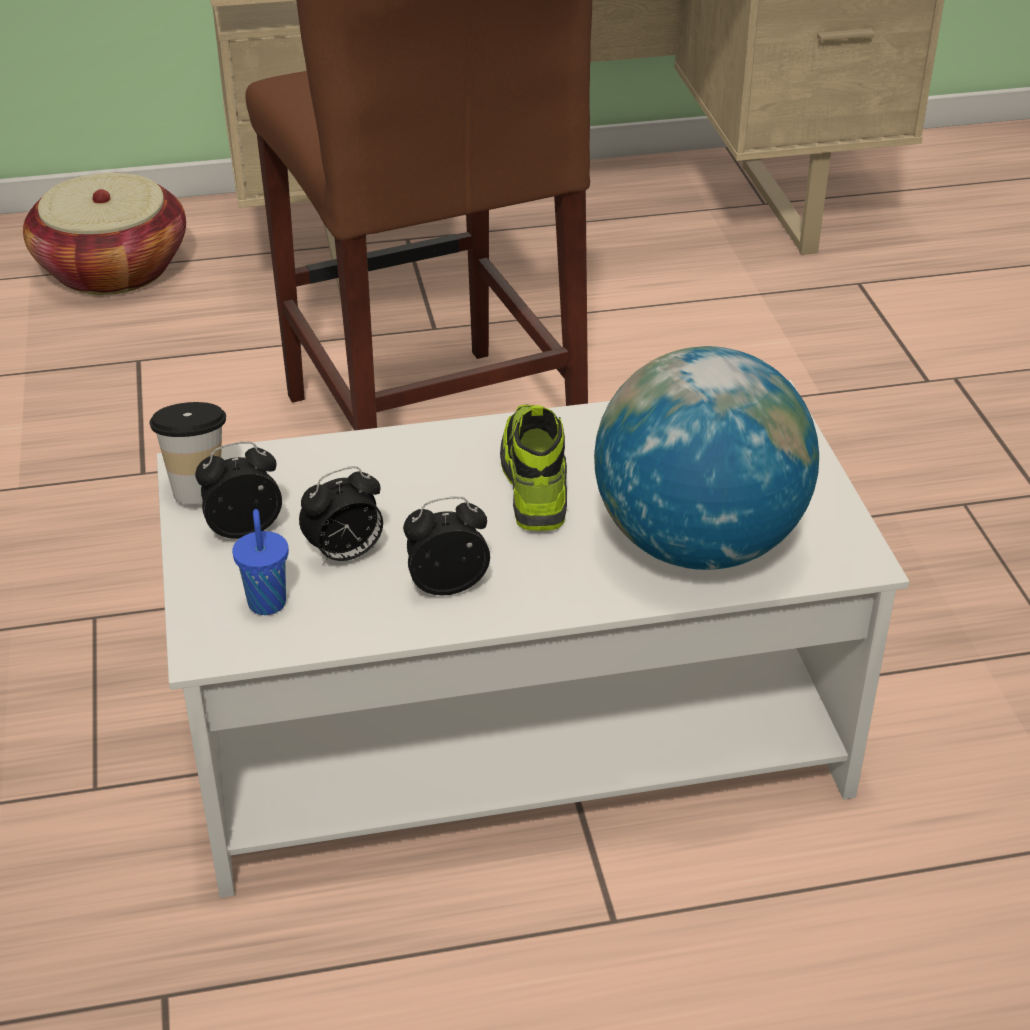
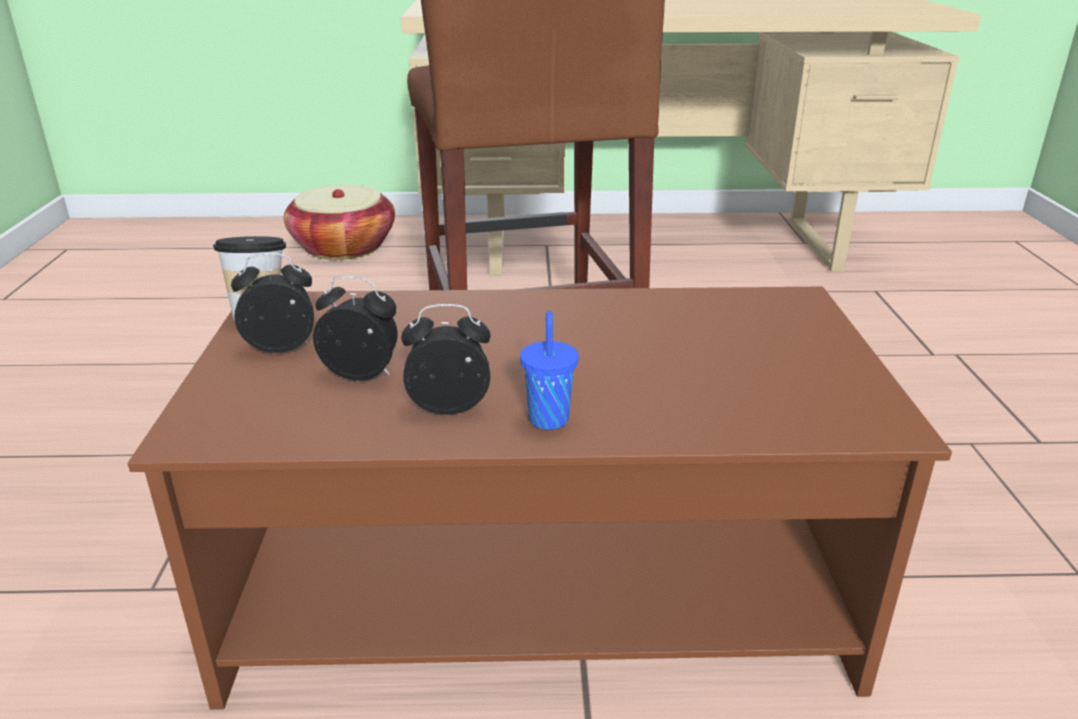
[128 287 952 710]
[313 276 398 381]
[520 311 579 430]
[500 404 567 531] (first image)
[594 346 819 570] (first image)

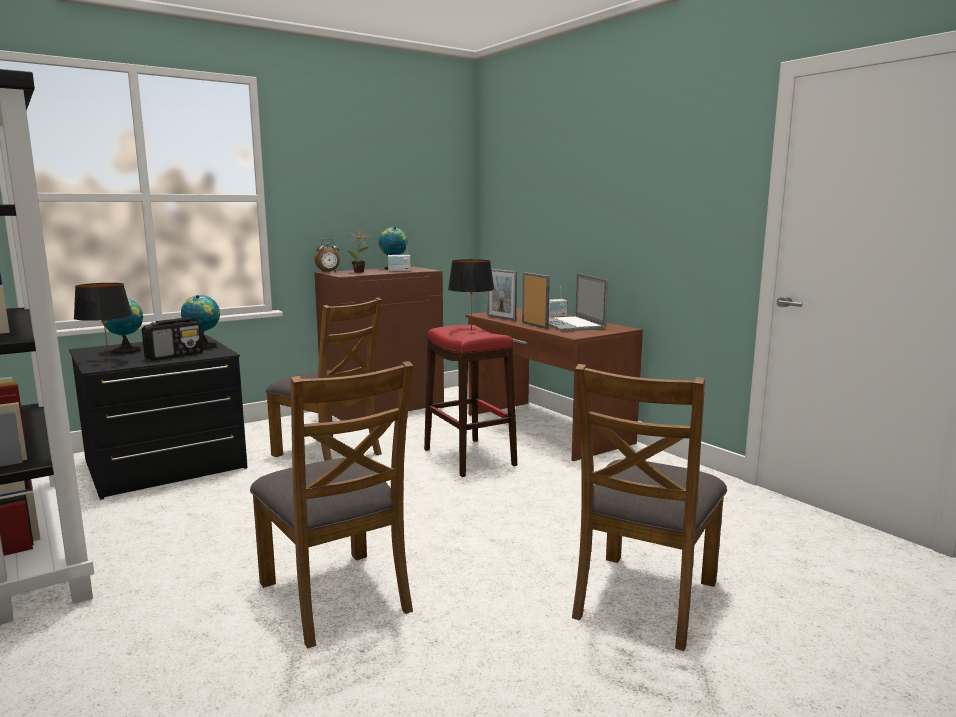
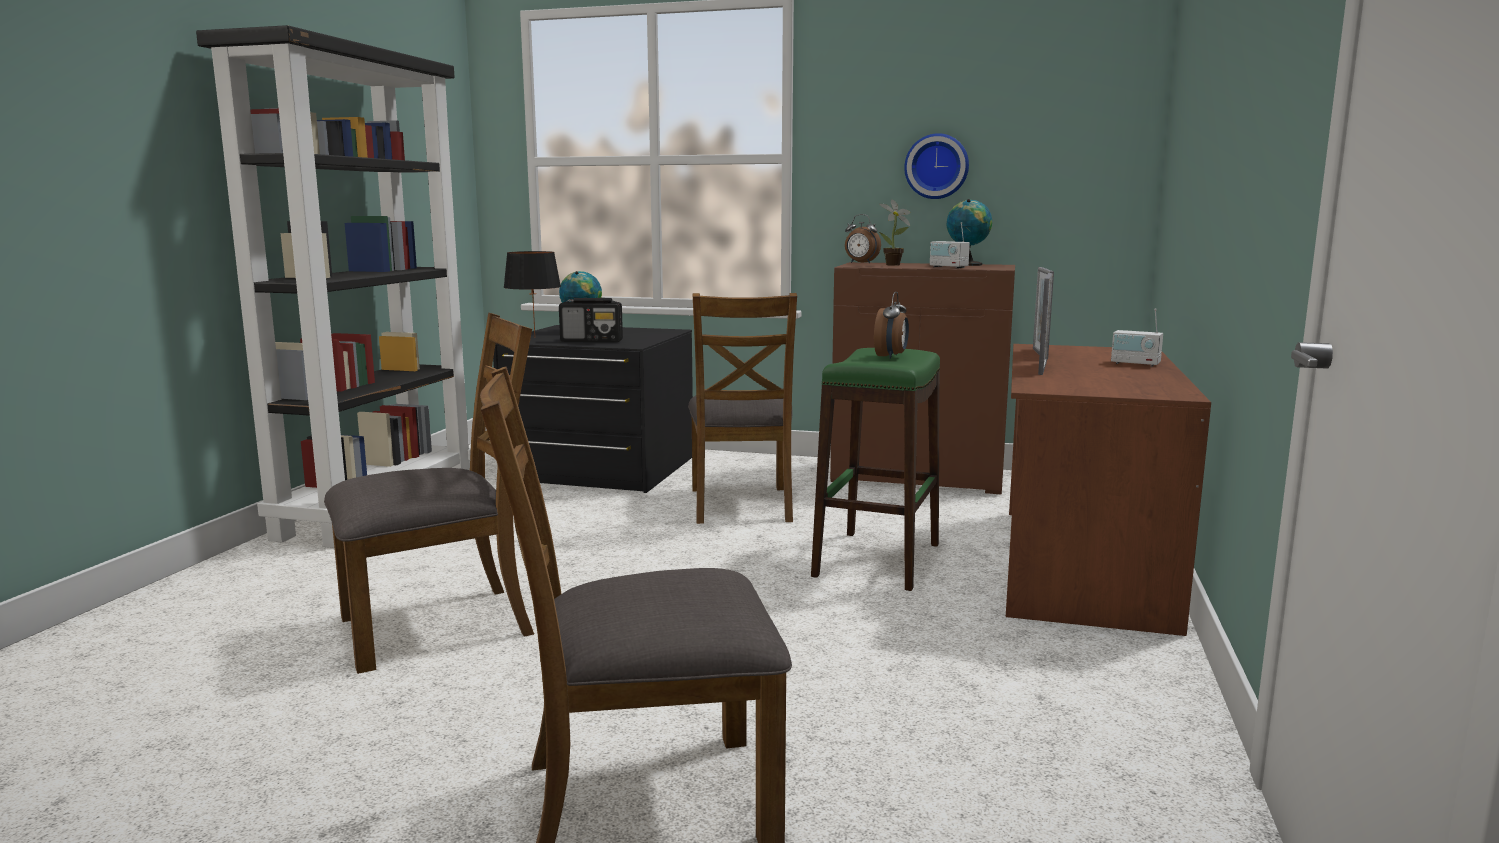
[324 313 534 674]
[811 348 940 591]
[874 292 909 359]
[904 133 969 199]
[181 295 220 349] (first image)
[549 273 608 332] (first image)

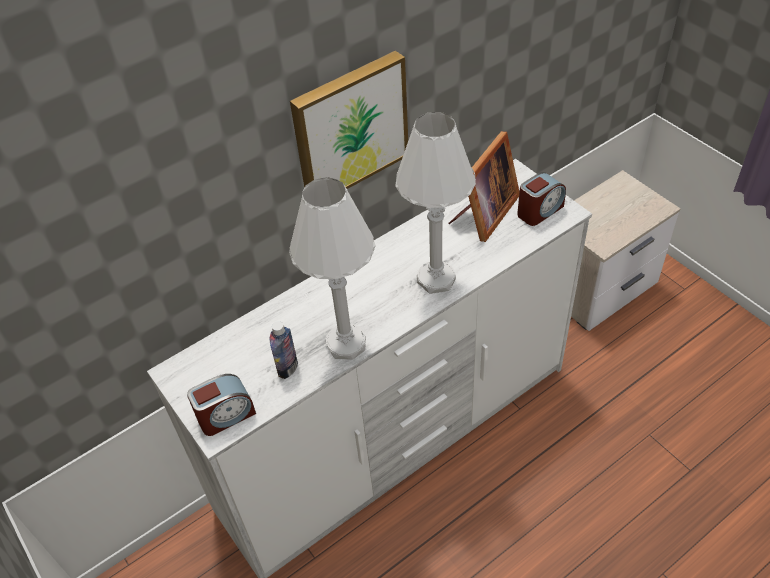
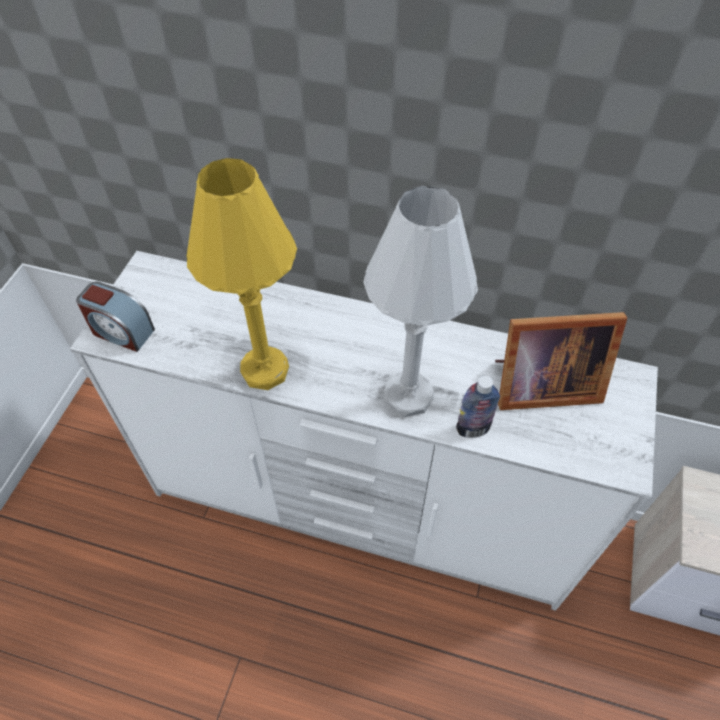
[187 158 297 390]
[456 376 500 438]
[290 51 408 189] (first image)
[517 172 566 226] (first image)

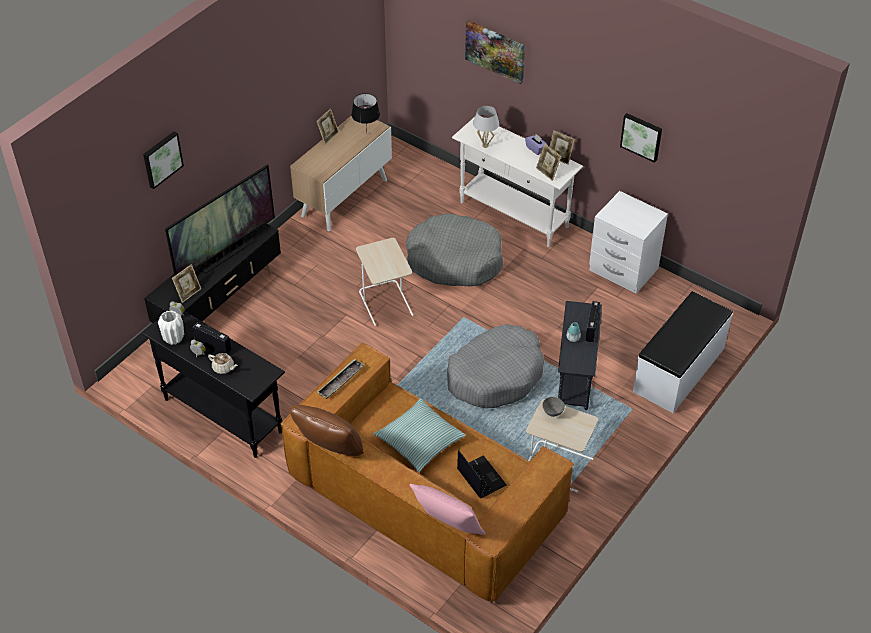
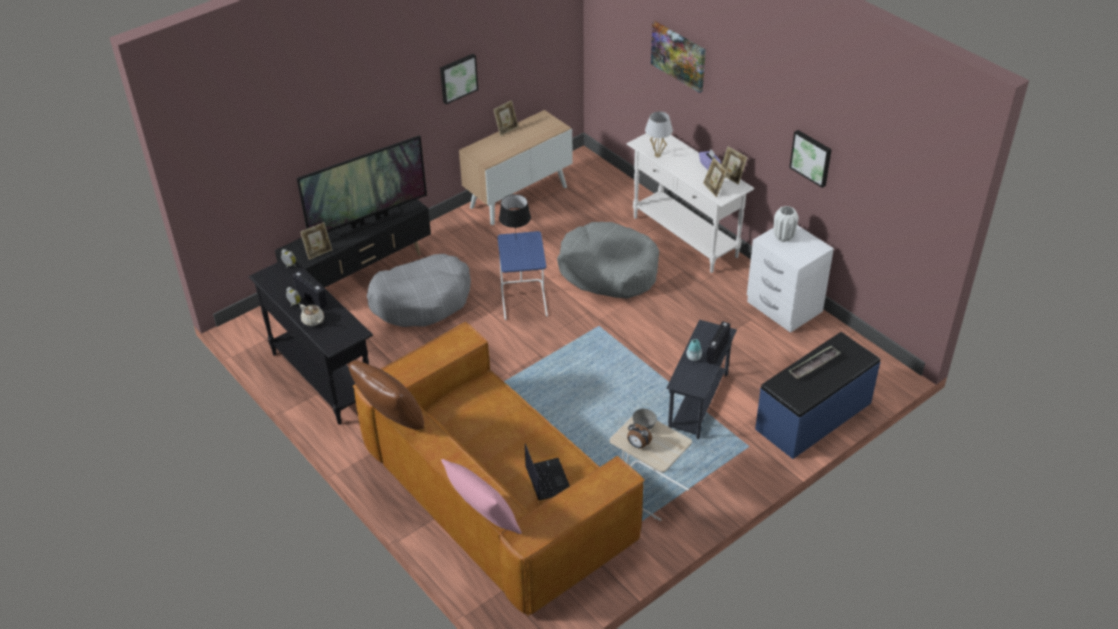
[367 254 471 327]
[440 54 478 104]
[497 231 548 320]
[499 194 531 232]
[627 423 652 449]
[755 332 881 459]
[774 206 799 242]
[789 346 841 380]
[374 398 466 472] (first image)

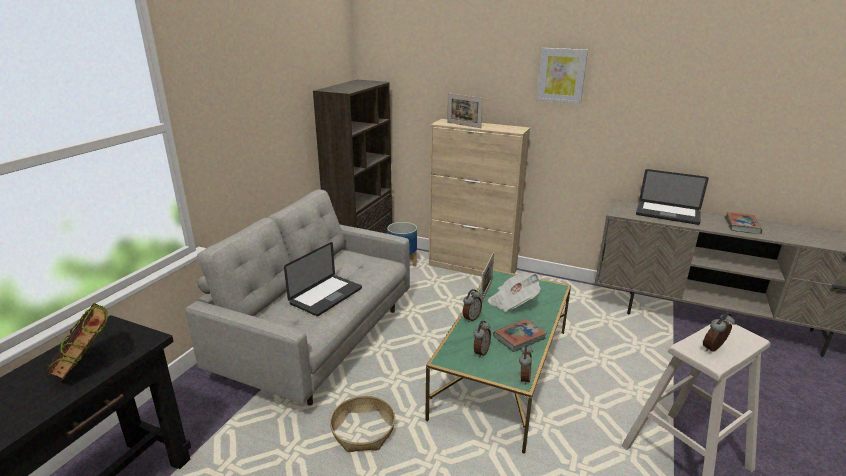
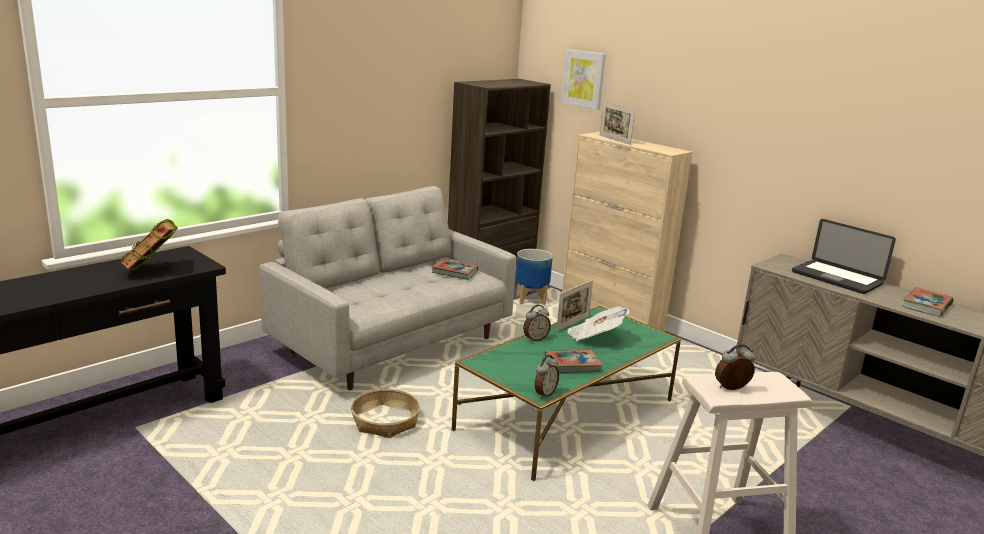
[432 259 478 280]
[561 49 606 110]
[284 242 362 316] (first image)
[474 321 491 358] (first image)

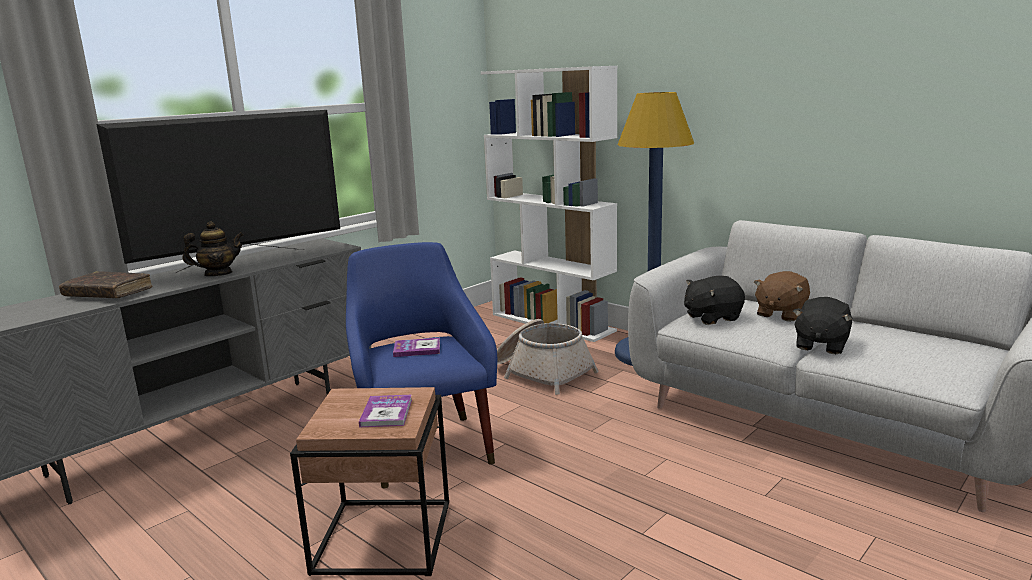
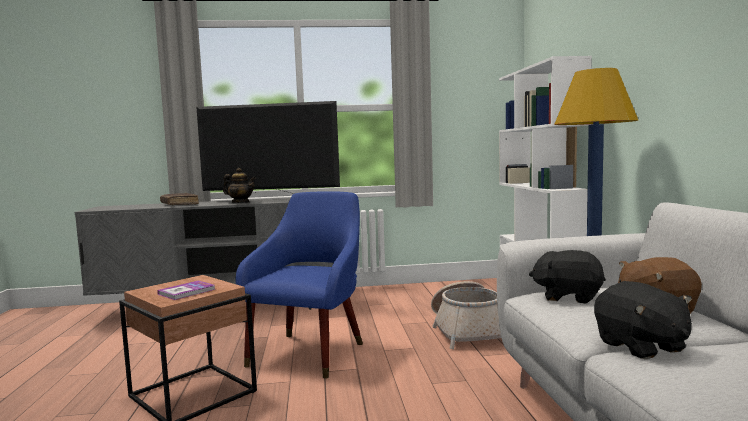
[594 281 692 359]
[393 338 440 357] (first image)

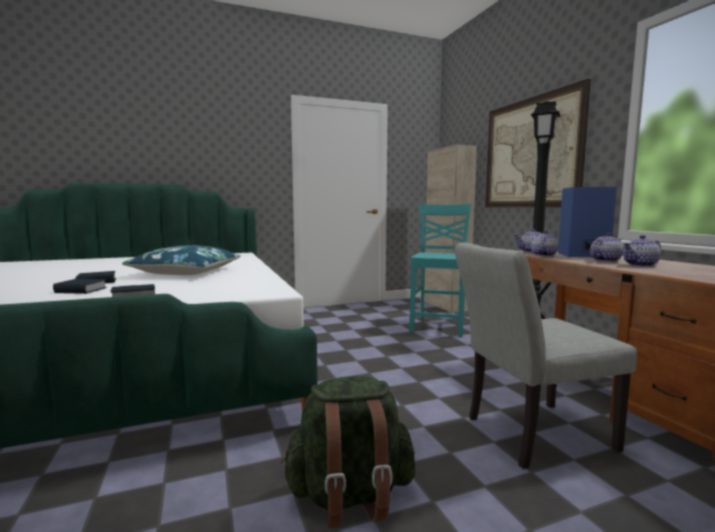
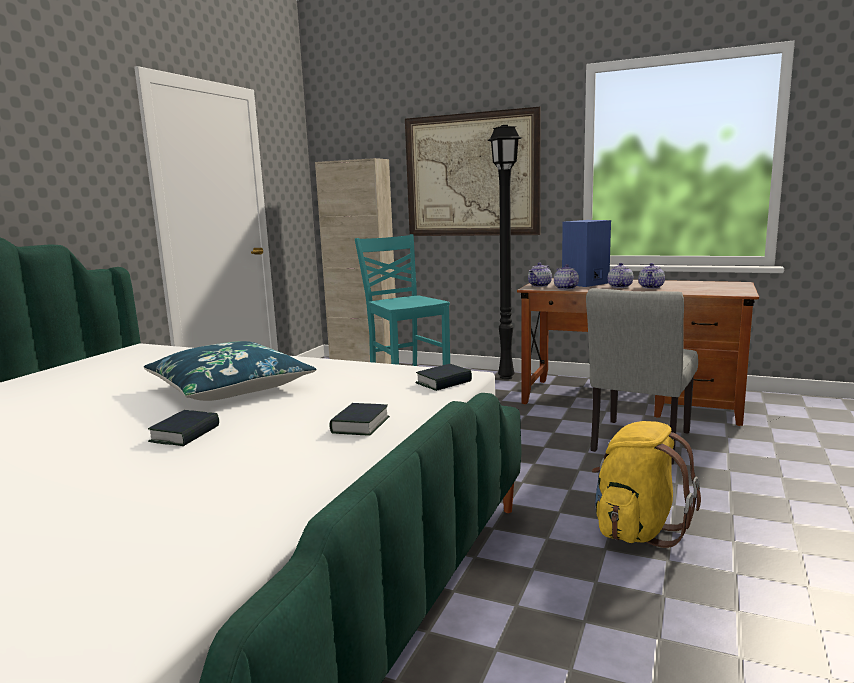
[415 364 472 391]
[592 421 701 548]

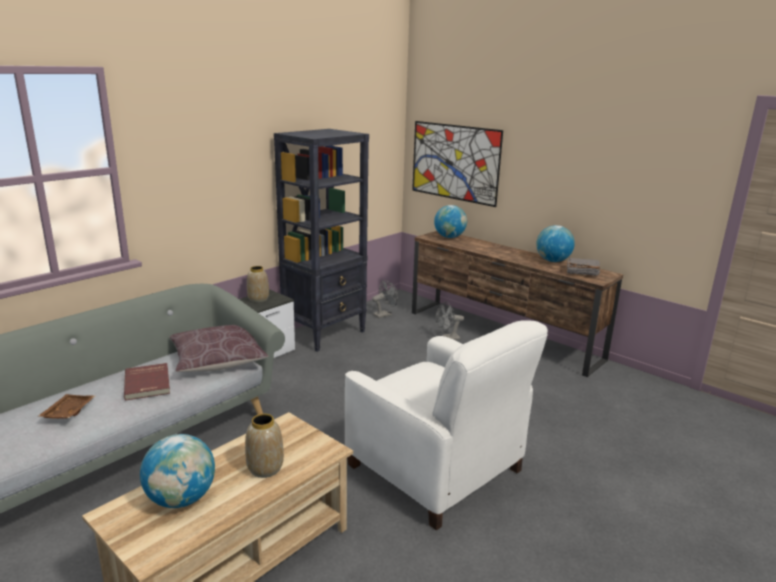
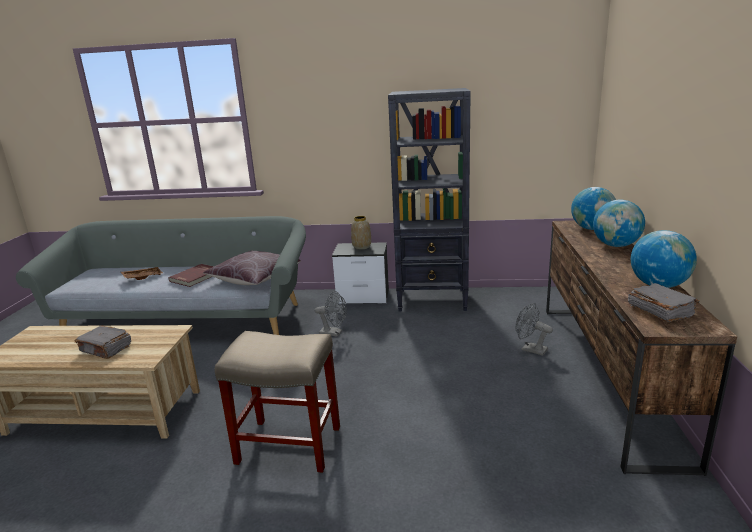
[74 326 131 359]
[215 331 340 473]
[315 291 347 337]
[593 200 645 247]
[412 121 503 207] (first image)

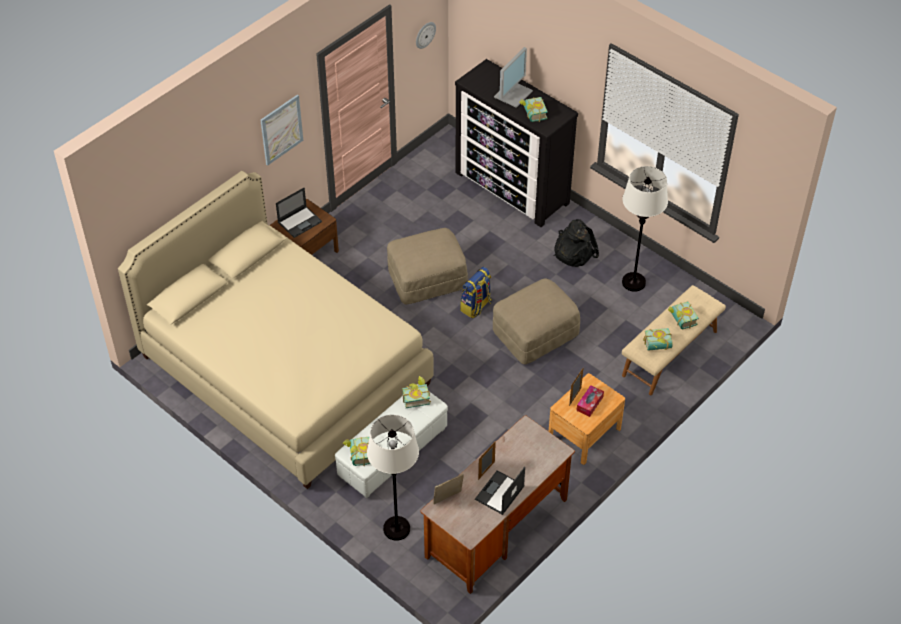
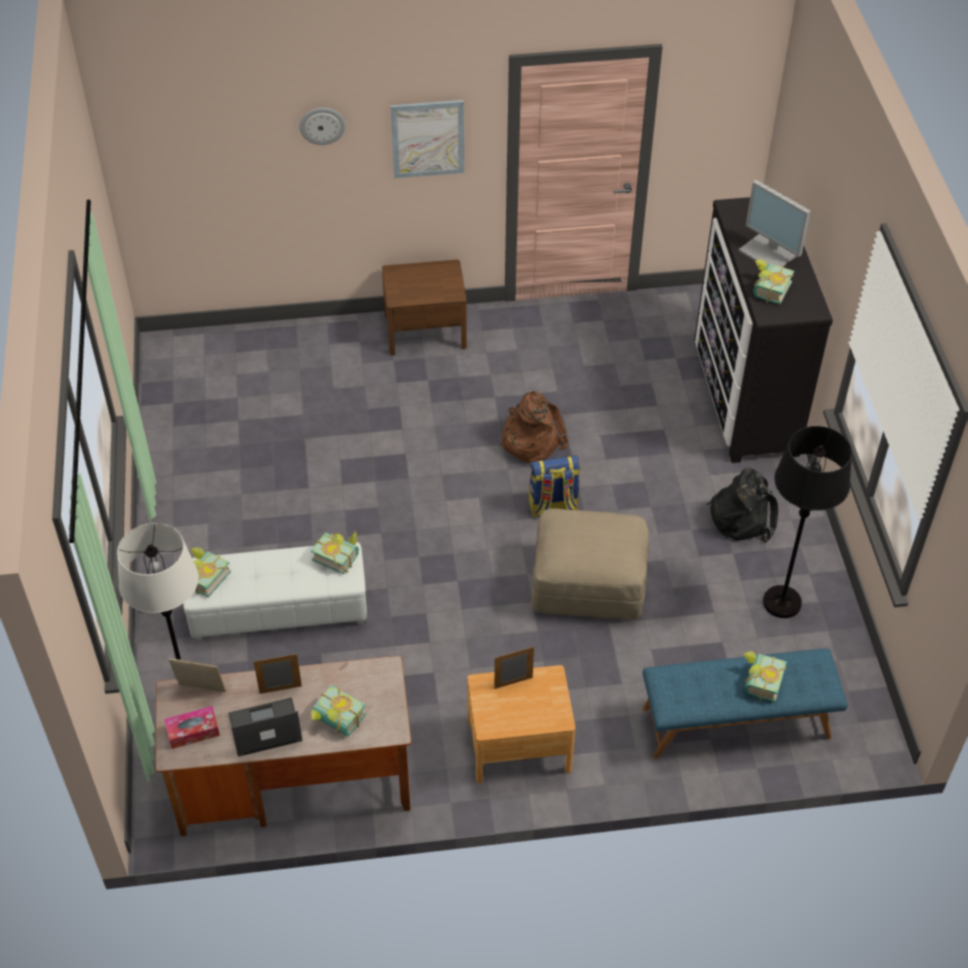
[164 706 220 749]
[299 108 345 145]
[311 685 366 736]
[499 391 568 462]
[643 648 848 758]
[739 180 811 267]
[763 426 852 618]
[118 171 434 489] (first image)
[276 188 322 238] (first image)

